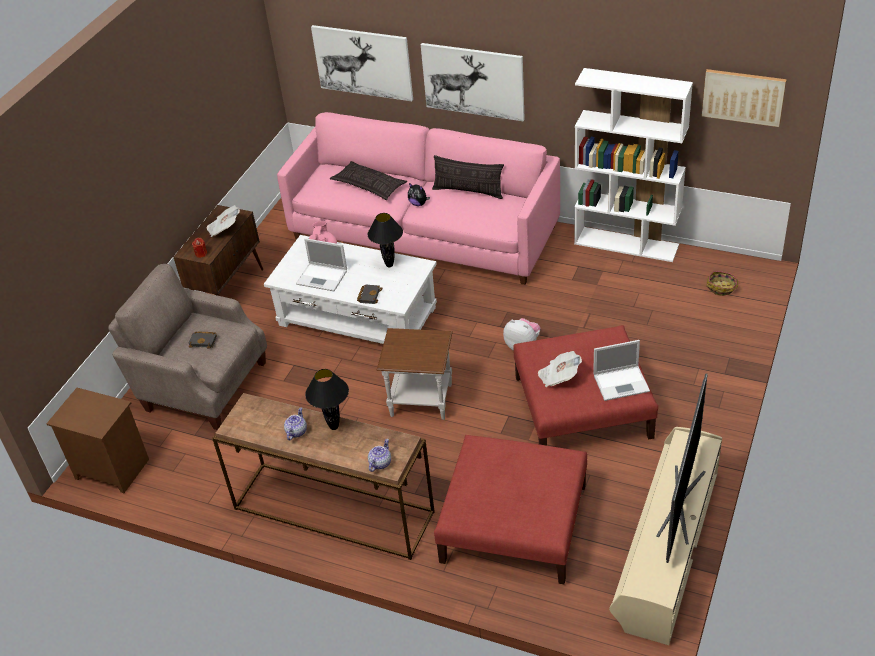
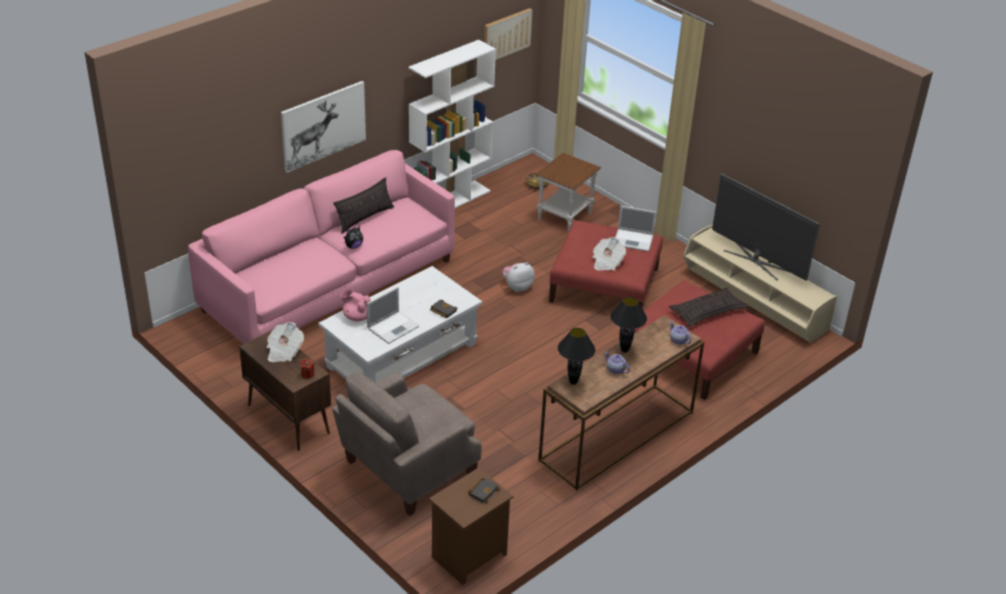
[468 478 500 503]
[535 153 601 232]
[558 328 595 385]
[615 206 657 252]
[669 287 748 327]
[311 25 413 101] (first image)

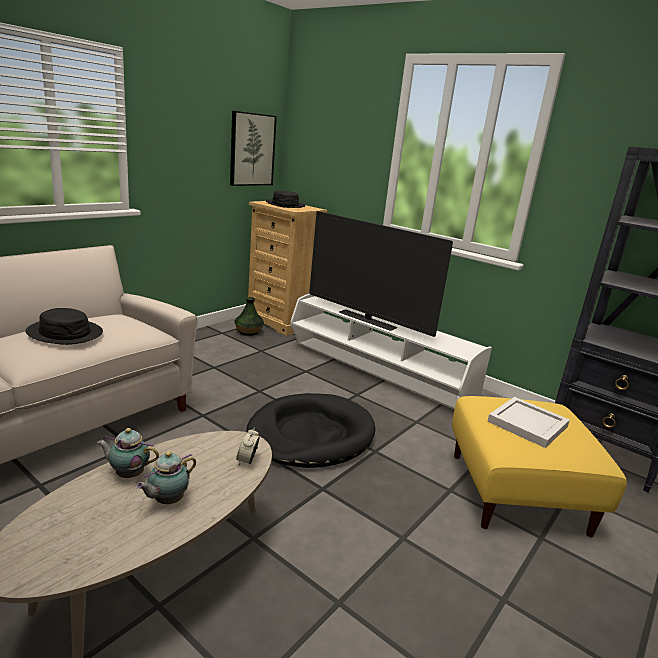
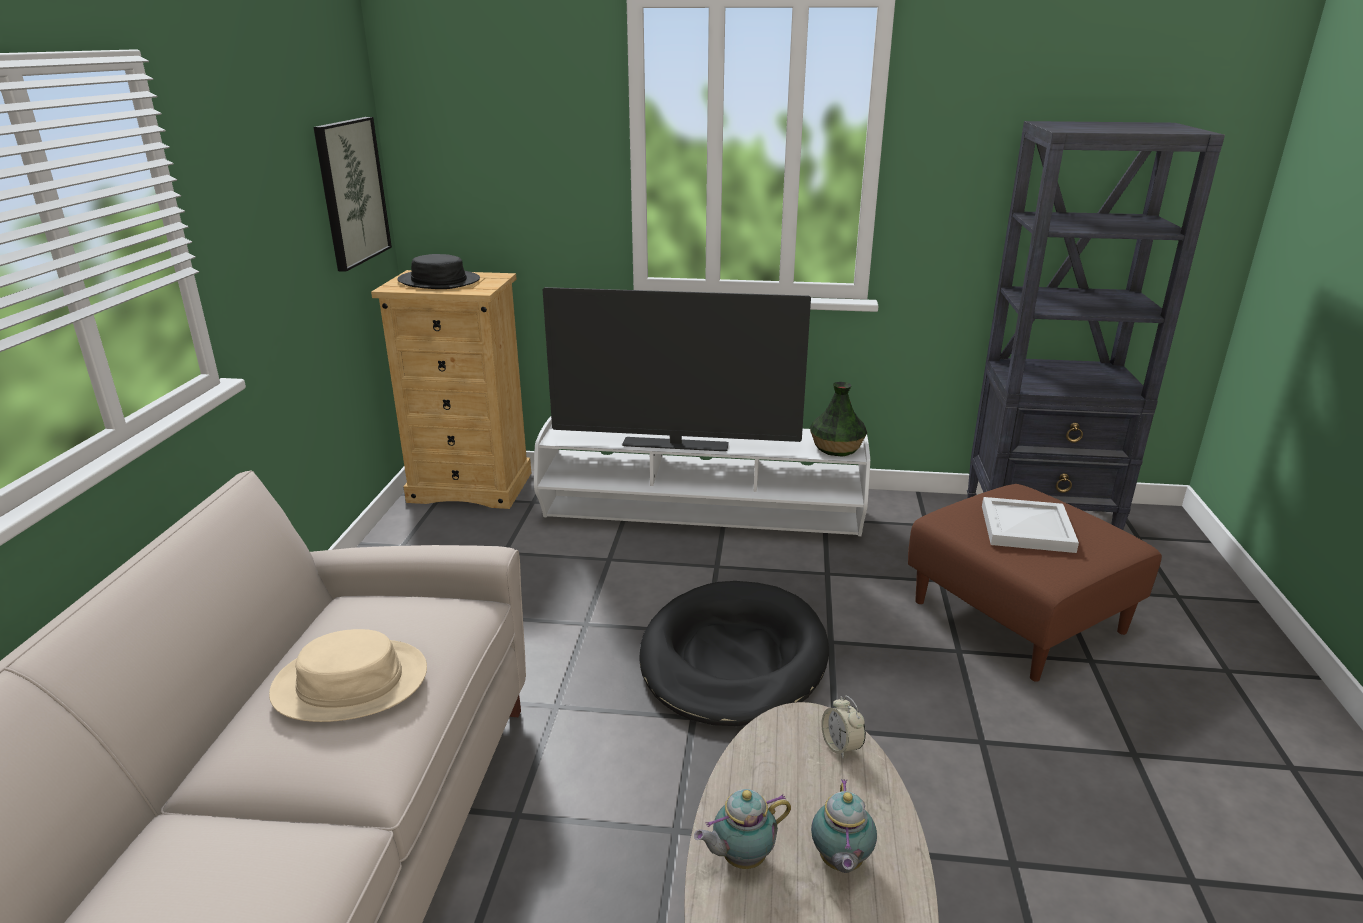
[269 629 427 722]
[810 382 867 456]
[908 484 1162 682]

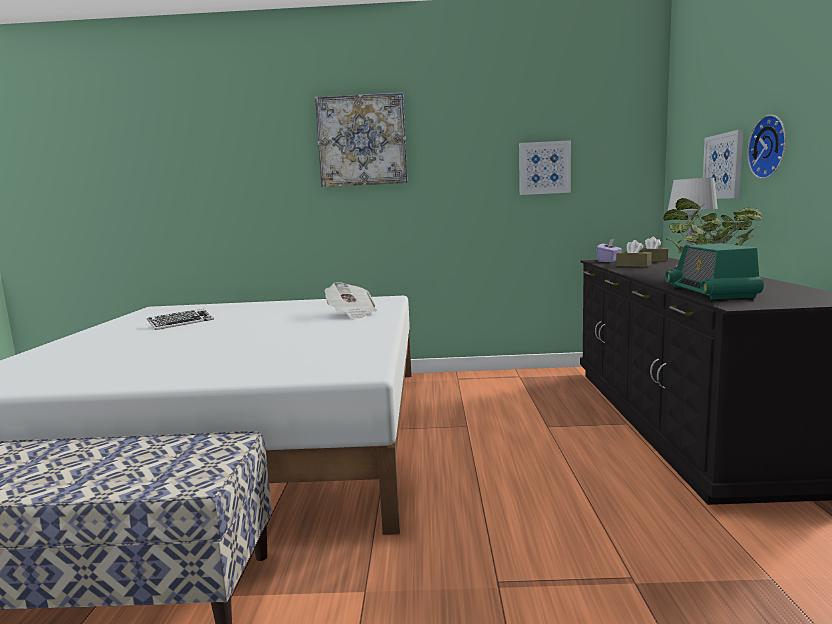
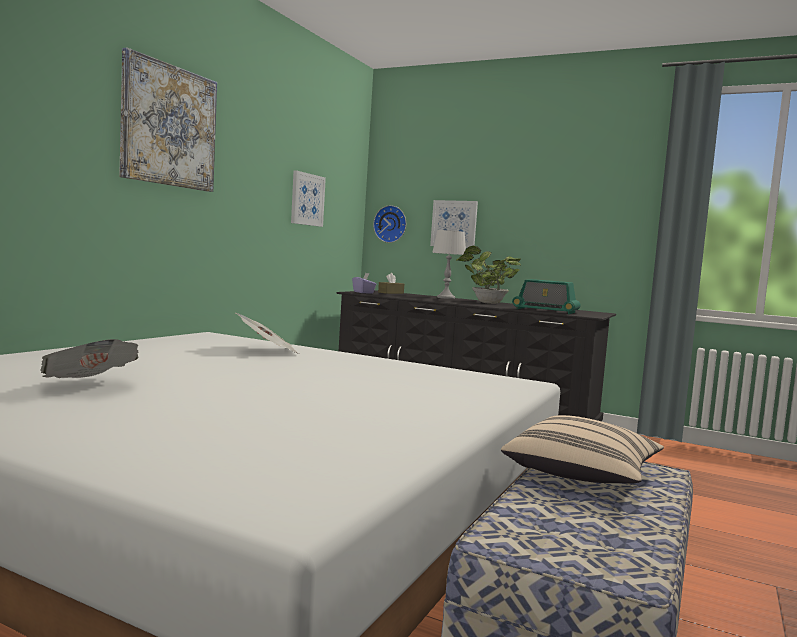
[41 339 139 378]
[373 205 406 243]
[501 415 664 483]
[616 240 652 267] (first image)

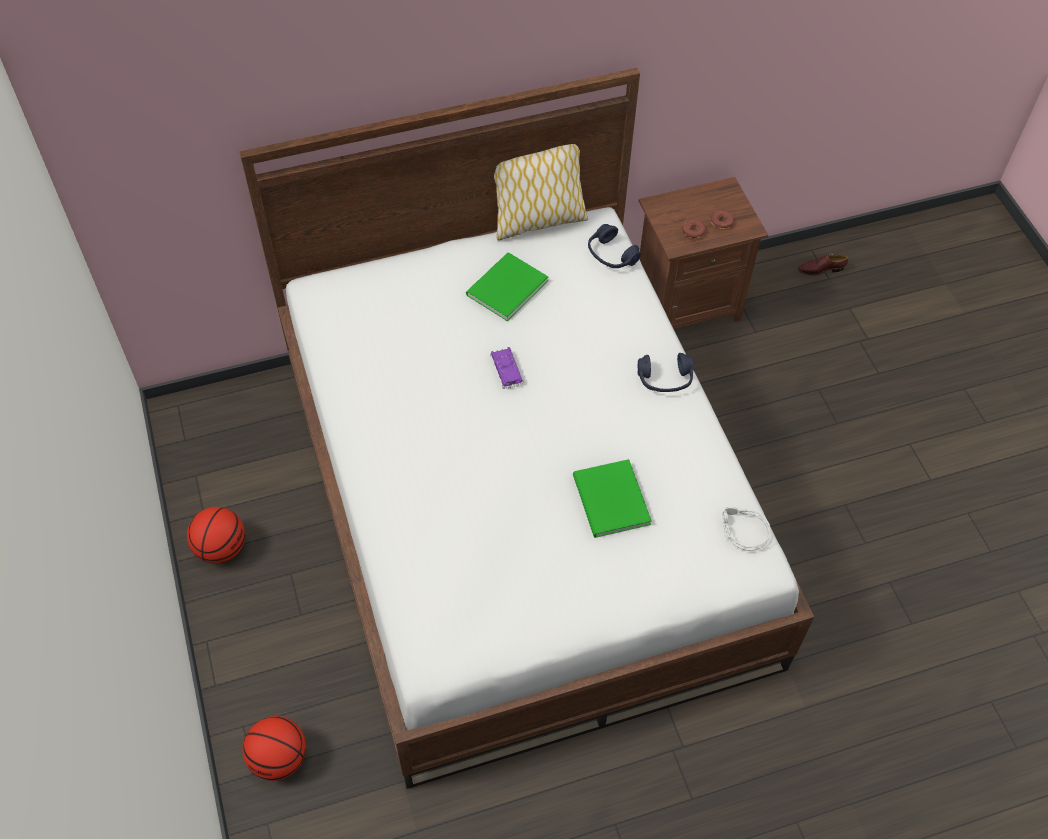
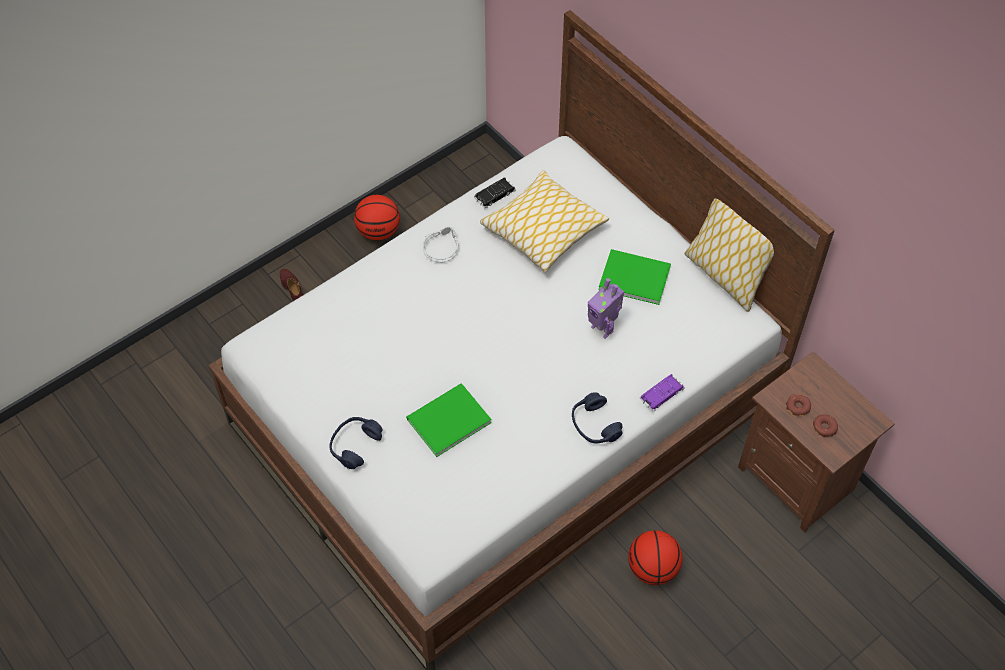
[280 268 303 301]
[329 417 383 469]
[423 226 459 263]
[474 177 516 209]
[480 170 609 272]
[588 278 624 339]
[628 530 683 585]
[639 374 685 412]

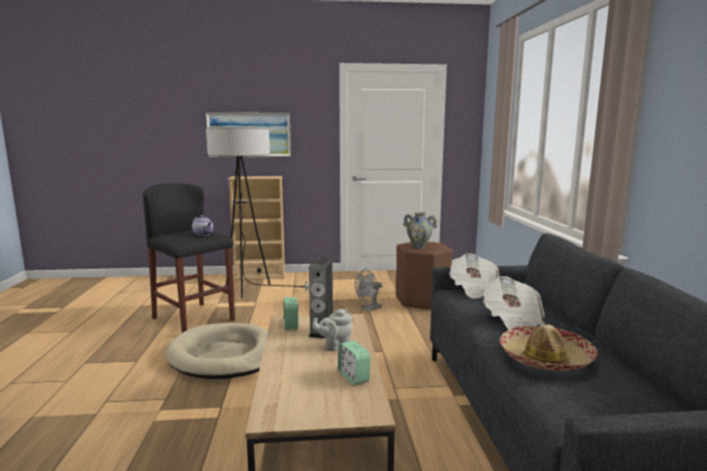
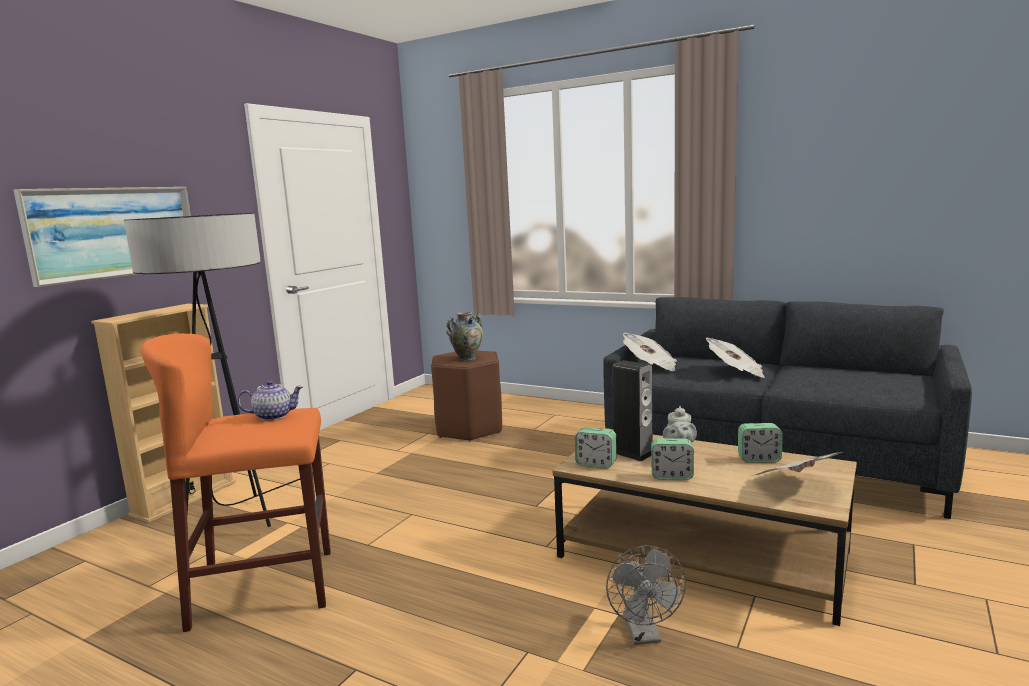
[141 334 331 632]
[606 545 686 645]
[651 438 694 480]
[753 452 843 476]
[166 323 268 379] (first image)
[500 324 598 371] (first image)

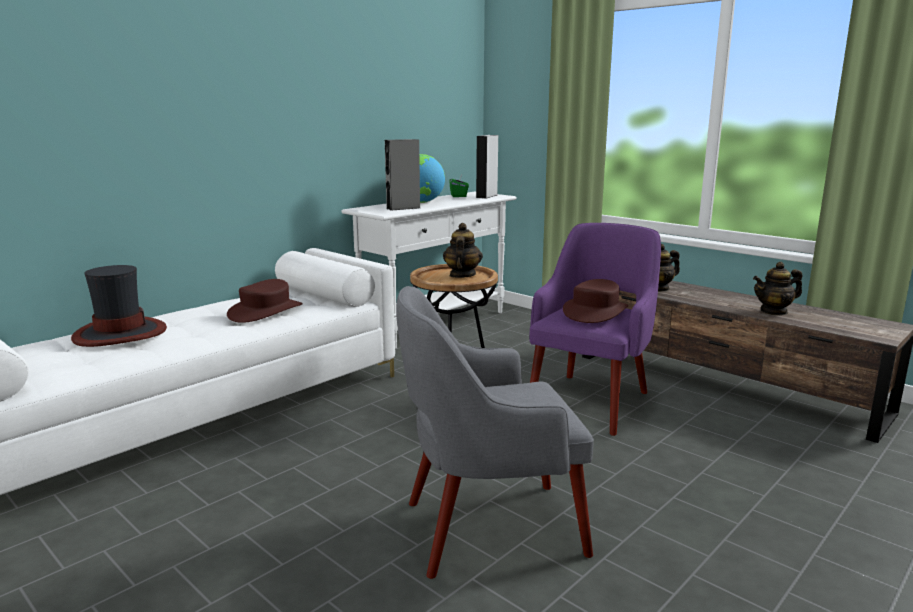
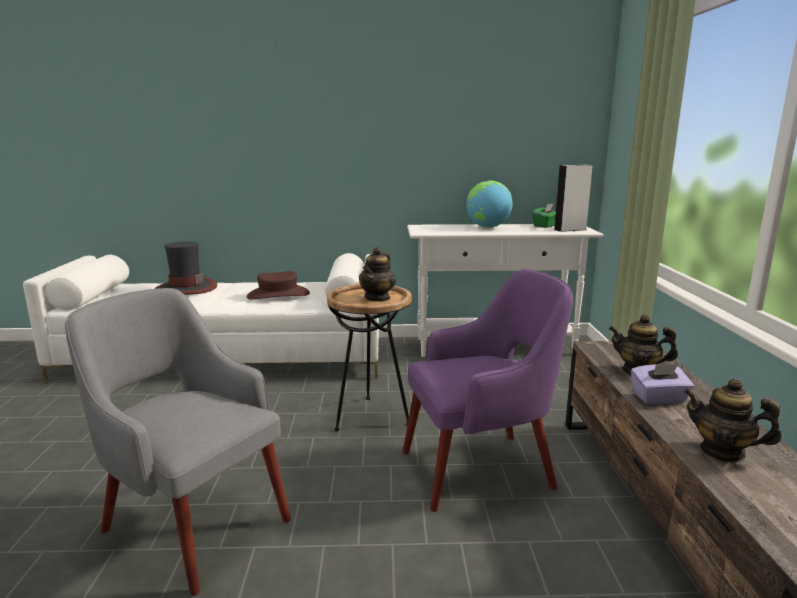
[359 247 396 302]
[631 364 694 404]
[385 139 420 211] (first image)
[563 279 628 323] (first image)

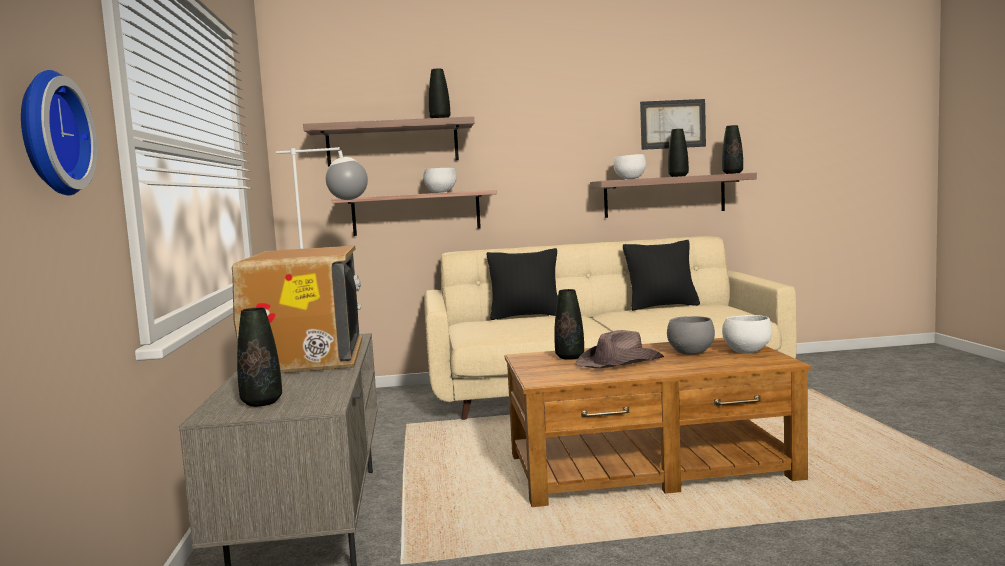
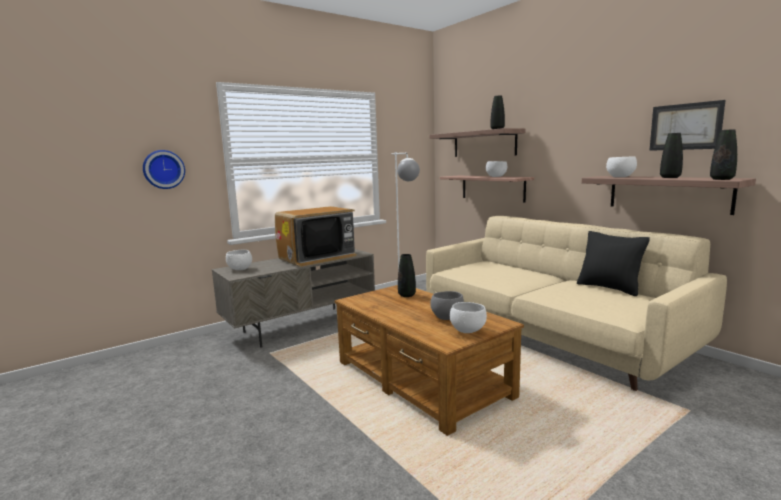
[226 250 252 270]
[487 248 558 320] (first image)
[575 330 664 368] (first image)

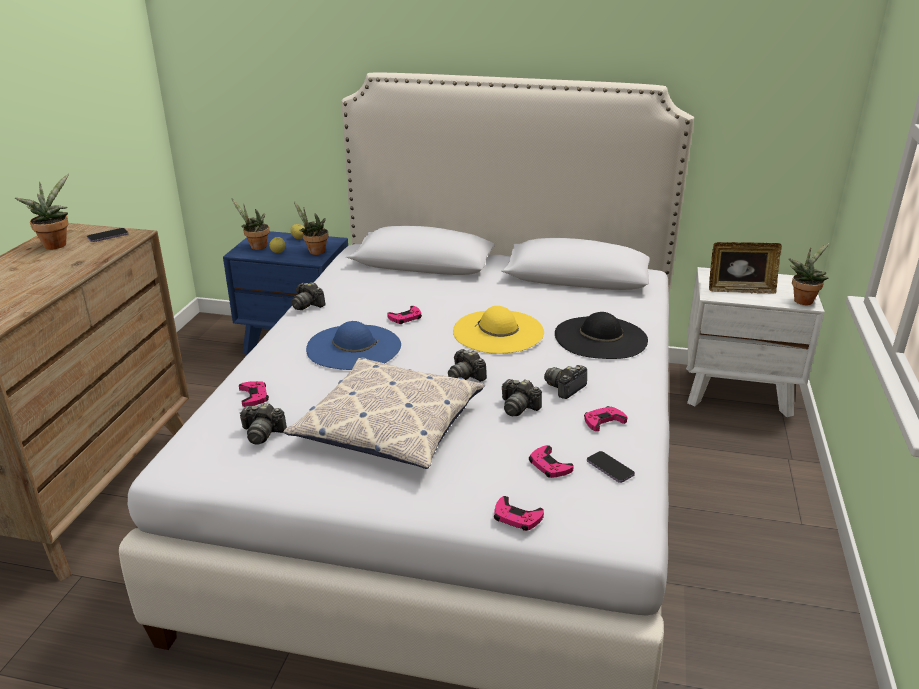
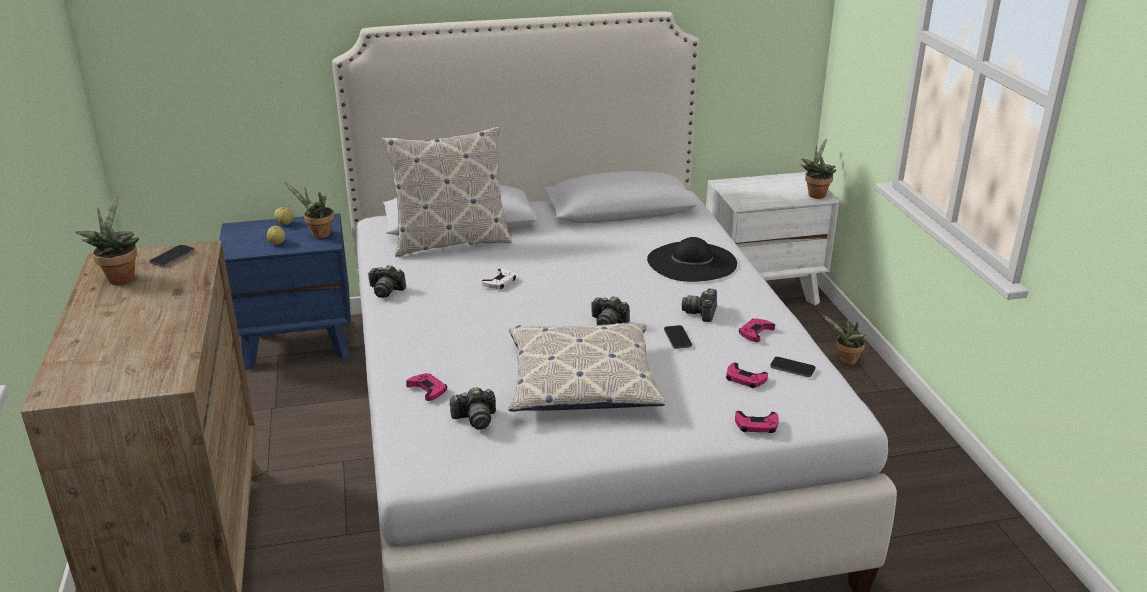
[382 127 511 257]
[482 268 516 289]
[664 325 692 349]
[821 314 866 365]
[306 321 401 370] (first image)
[453 306 544 354] (first image)
[709 242 782 294] (first image)

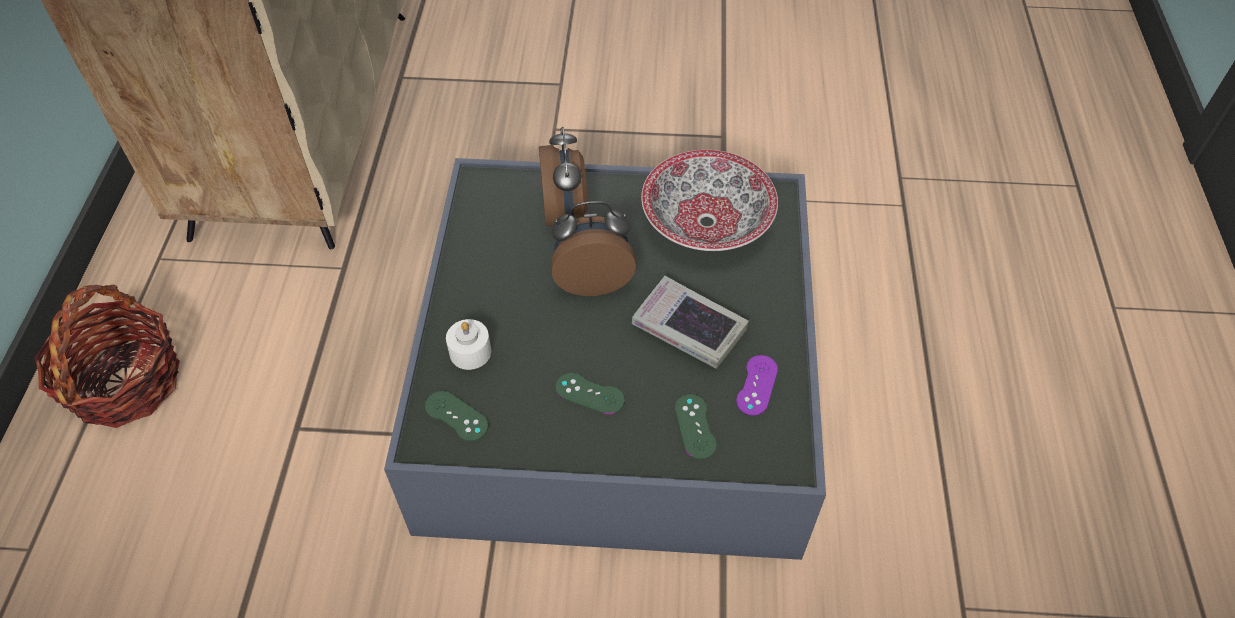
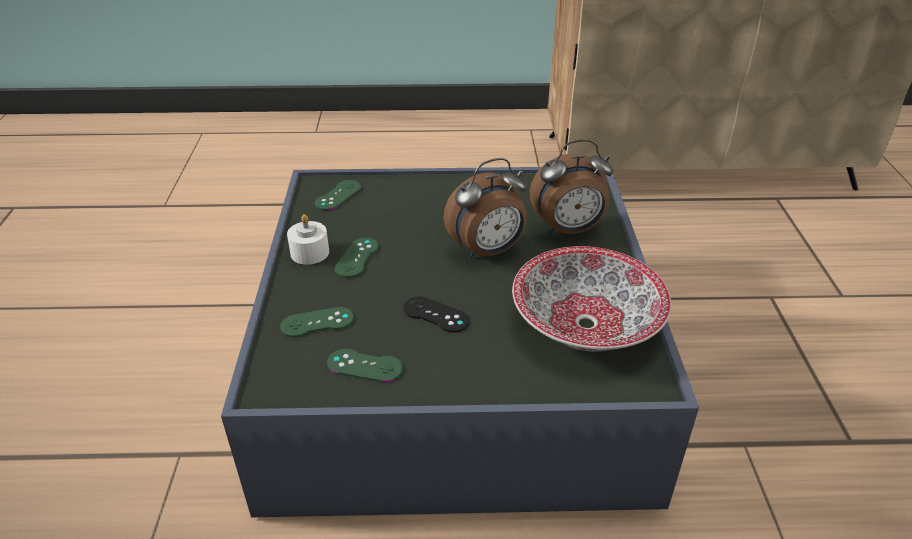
[287 214 329 265]
[327 349 403 382]
[403 297 469 332]
[443 158 527 259]
[34 285 180 428] (first image)

